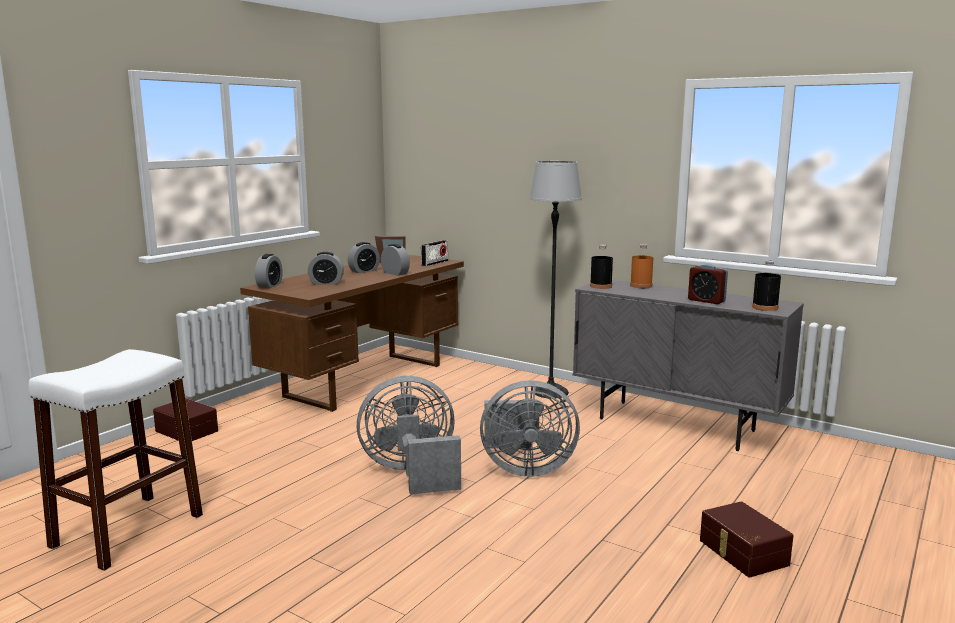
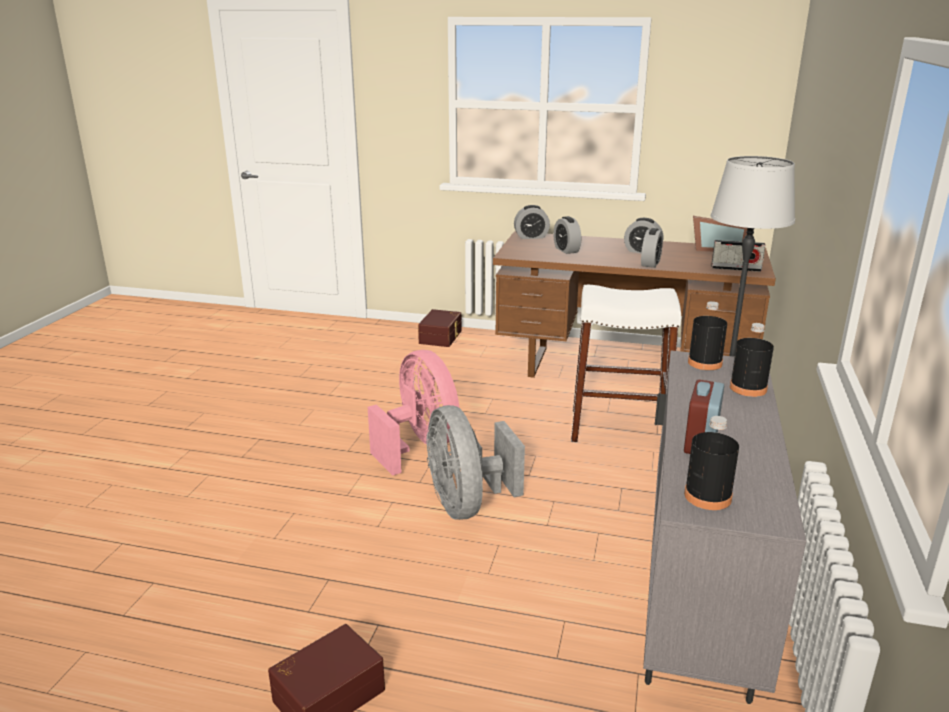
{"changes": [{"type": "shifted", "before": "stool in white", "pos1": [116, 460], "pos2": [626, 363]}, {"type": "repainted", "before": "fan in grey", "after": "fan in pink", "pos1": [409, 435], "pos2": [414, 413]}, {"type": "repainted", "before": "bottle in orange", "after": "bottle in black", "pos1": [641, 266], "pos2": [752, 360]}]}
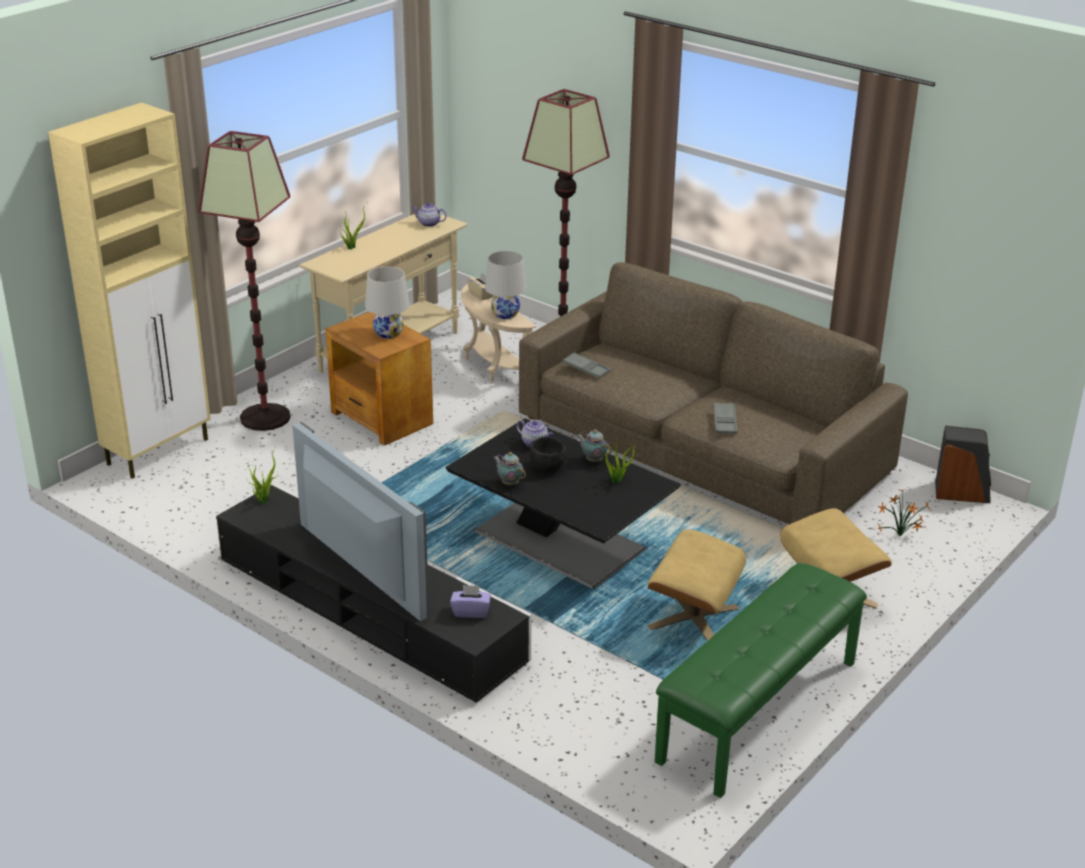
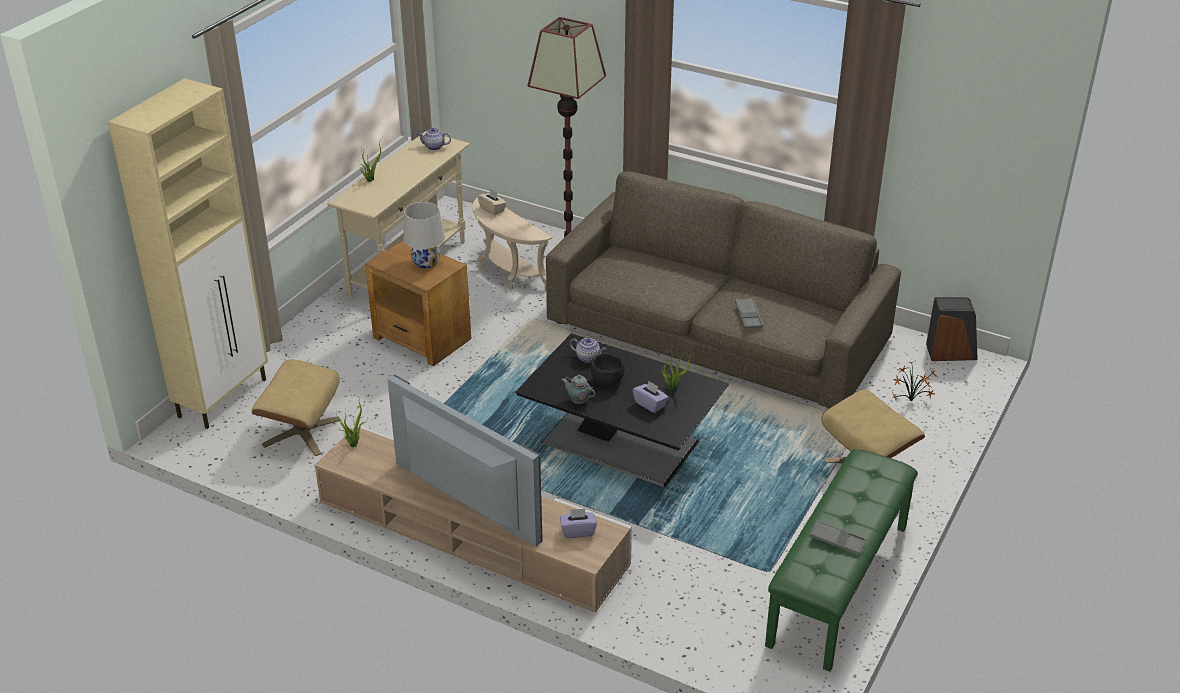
{"changes": [{"type": "gone", "before": "floor lamp", "pos1": [244, 281]}, {"type": "repainted", "before": "tv stand in black", "after": "tv stand in beige", "pos1": [374, 593], "pos2": [473, 519]}, {"type": "gone", "before": "table lamp in white", "pos1": [506, 285]}, {"type": "shifted", "before": "tray in grey", "pos1": [586, 365], "pos2": [837, 537]}, {"type": "gone", "before": "teapot", "pos1": [594, 445]}, {"type": "shifted", "before": "ottoman in beige", "pos1": [696, 585], "pos2": [296, 407]}, {"type": "new", "after": "tissue box in purple", "pos2": [651, 397]}]}
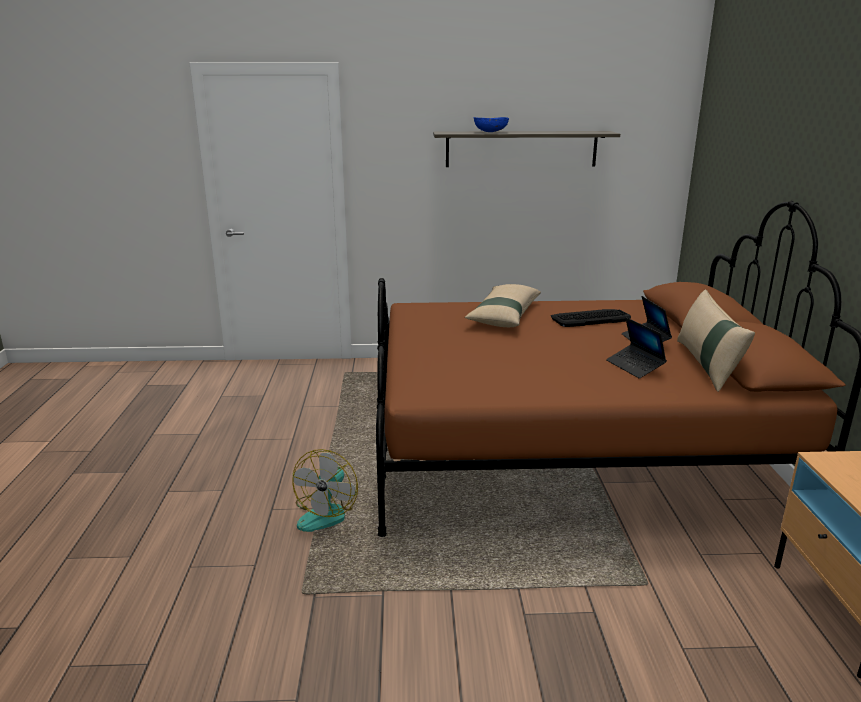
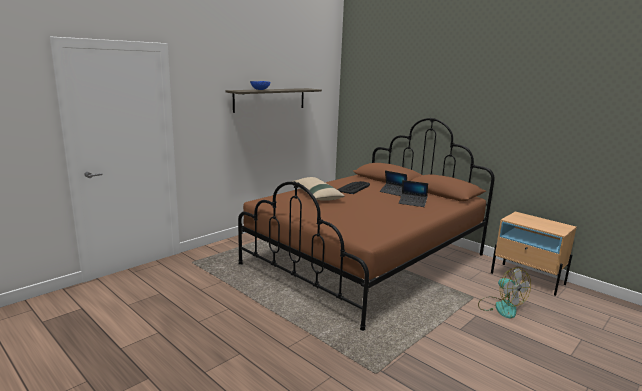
{"changes": [{"type": "shifted", "before": "fan", "pos1": [325, 490], "pos2": [504, 292]}, {"type": "gone", "before": "pillow in beige", "pos1": [716, 340]}]}
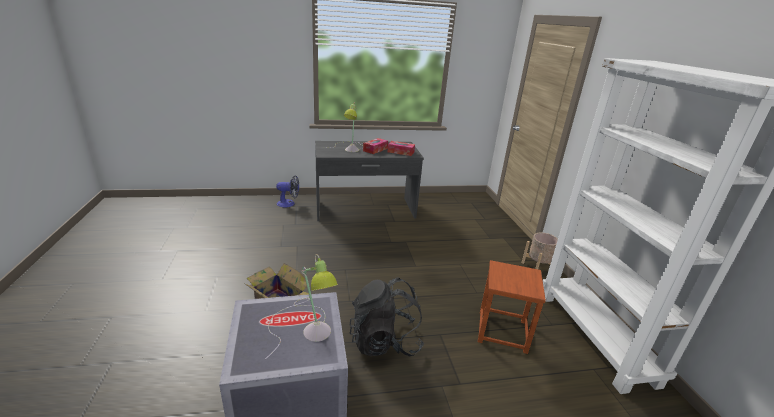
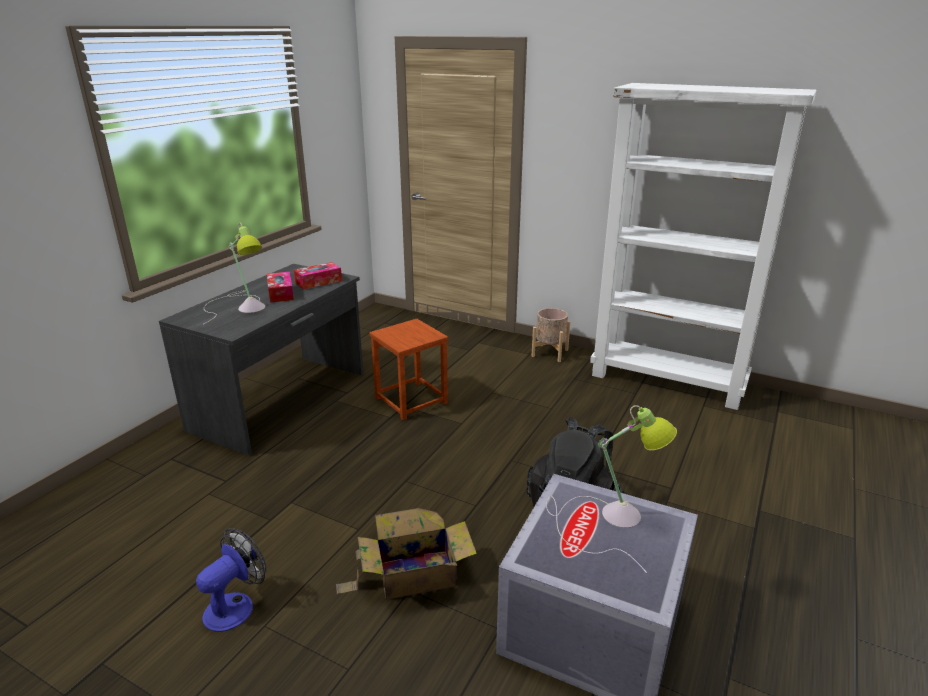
{"changes": [{"type": "shifted", "before": "fan", "pos1": [287, 191], "pos2": [231, 580]}, {"type": "shifted", "before": "stool in brown", "pos1": [512, 307], "pos2": [408, 369]}]}
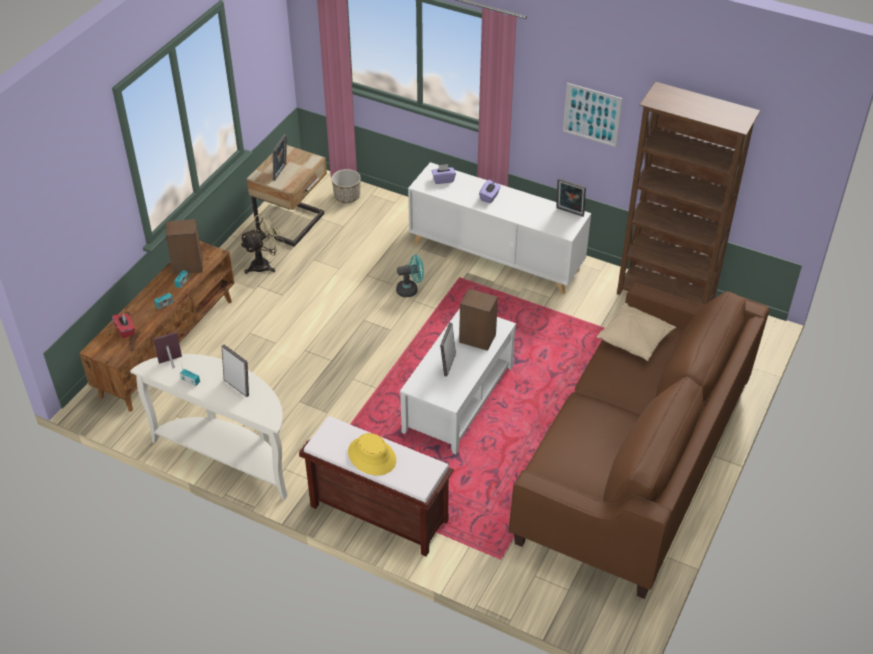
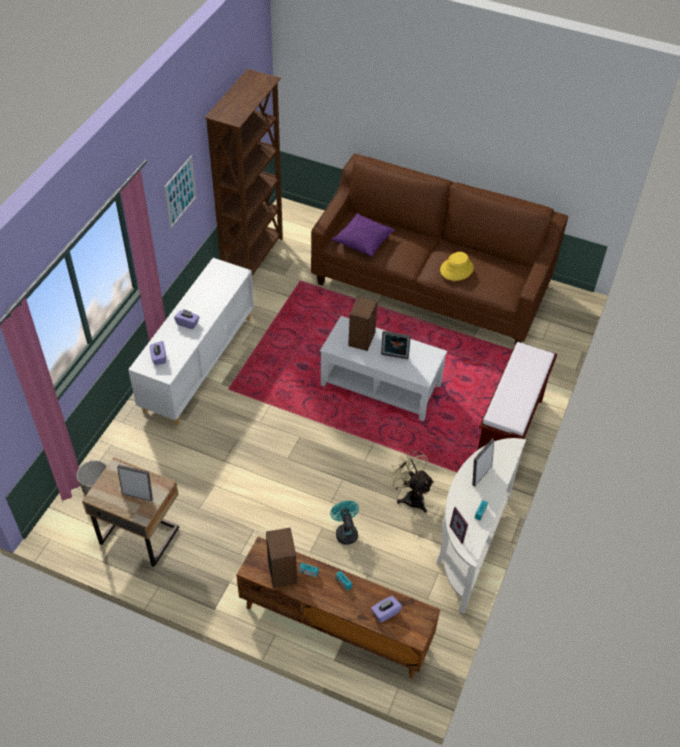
{"changes": [{"type": "repainted", "before": "tissue box in red", "after": "tissue box in purple", "pos1": [123, 325], "pos2": [386, 609]}, {"type": "shifted", "before": "fan in beige", "pos1": [262, 243], "pos2": [410, 481]}, {"type": "shifted", "before": "hat in yellow", "pos1": [372, 454], "pos2": [457, 266]}, {"type": "shifted", "before": "fan in turquoise", "pos1": [410, 276], "pos2": [344, 523]}, {"type": "gone", "before": "picture frame", "pos1": [571, 197]}, {"type": "repainted", "before": "pillow in beige", "after": "pillow in purple", "pos1": [636, 332], "pos2": [363, 234]}]}
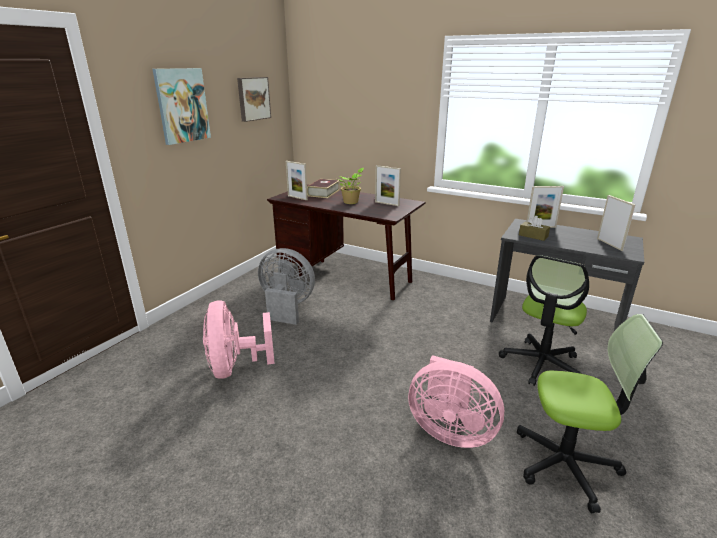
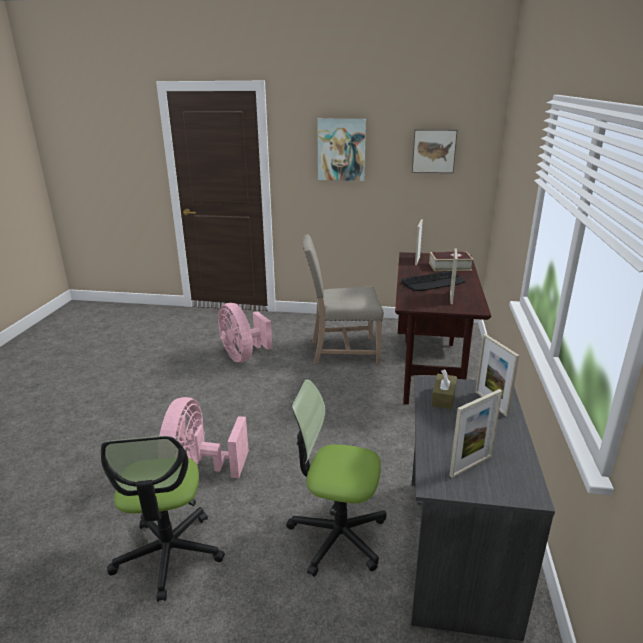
{"changes": [{"type": "rotated", "before": "fan in pink", "pos1": [239, 340], "pos2": [245, 332], "turn": -90}, {"type": "swapped", "before": "fan in grey", "after": "chair in beige", "pos1": [286, 286], "pos2": [343, 299]}, {"type": "swapped", "before": "potted plant", "after": "keyboard", "pos1": [351, 186], "pos2": [433, 281]}]}
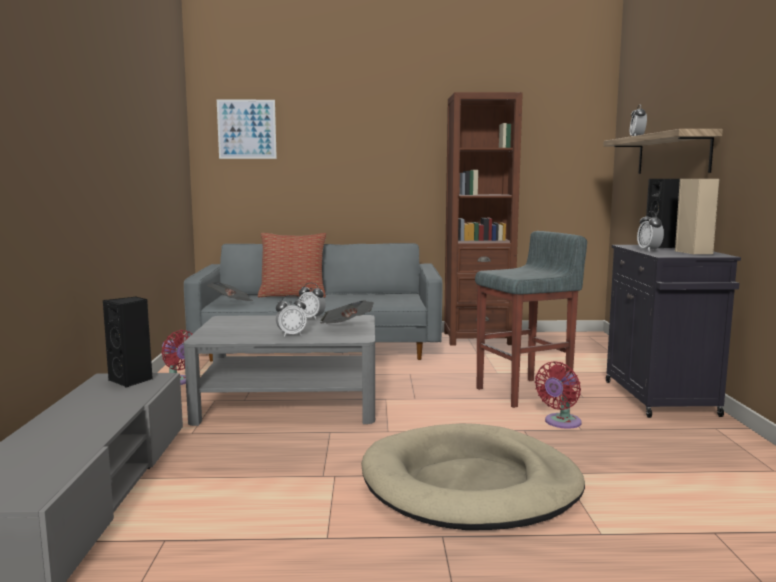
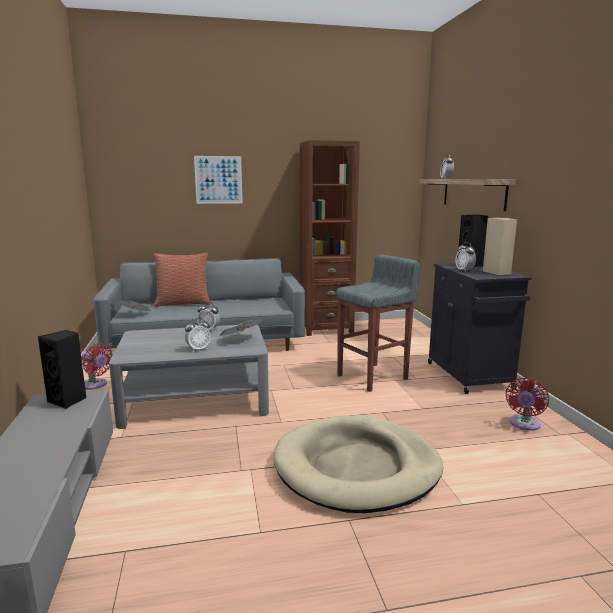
{"changes": [{"type": "shifted", "before": "picture", "pos1": [247, 129], "pos2": [218, 180]}, {"type": "shifted", "before": "fan in red", "pos1": [558, 395], "pos2": [527, 404]}]}
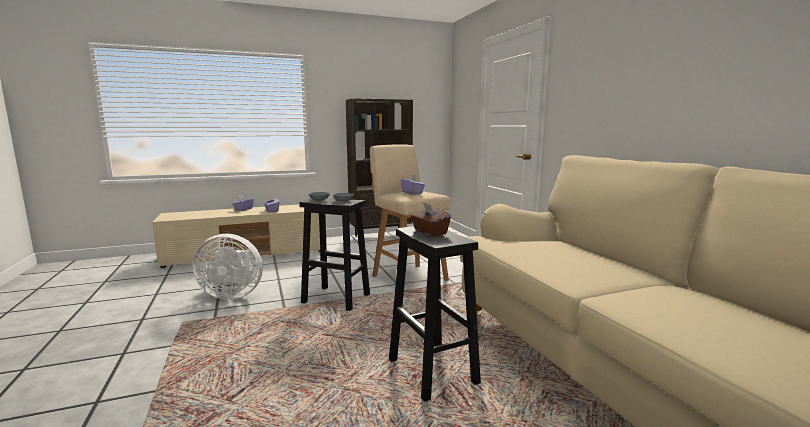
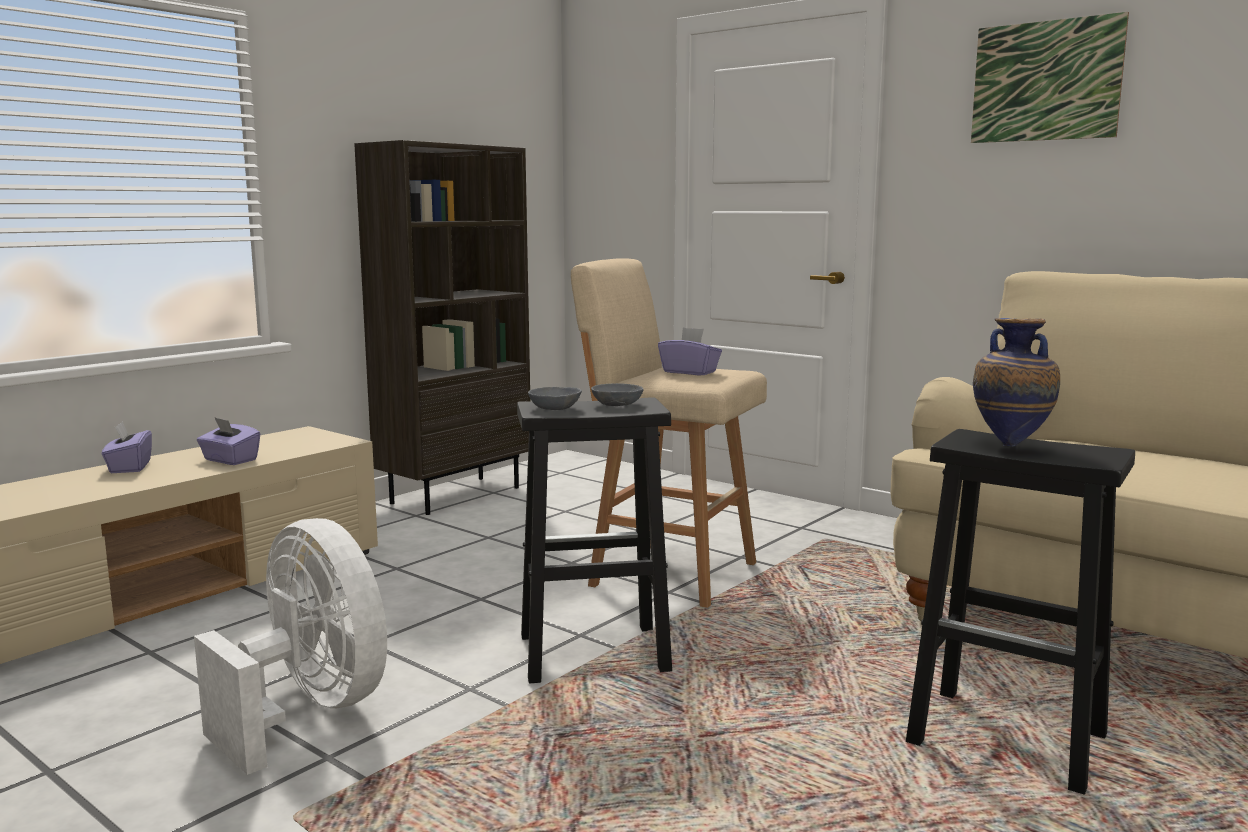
{"changes": [{"type": "rotated", "before": "fan in white", "pos1": [228, 267], "pos2": [290, 646], "turn": -105}, {"type": "swapped", "before": "tissue box in brown", "after": "vase", "pos1": [431, 219], "pos2": [1016, 382]}, {"type": "new", "after": "picture", "pos2": [1050, 77]}]}
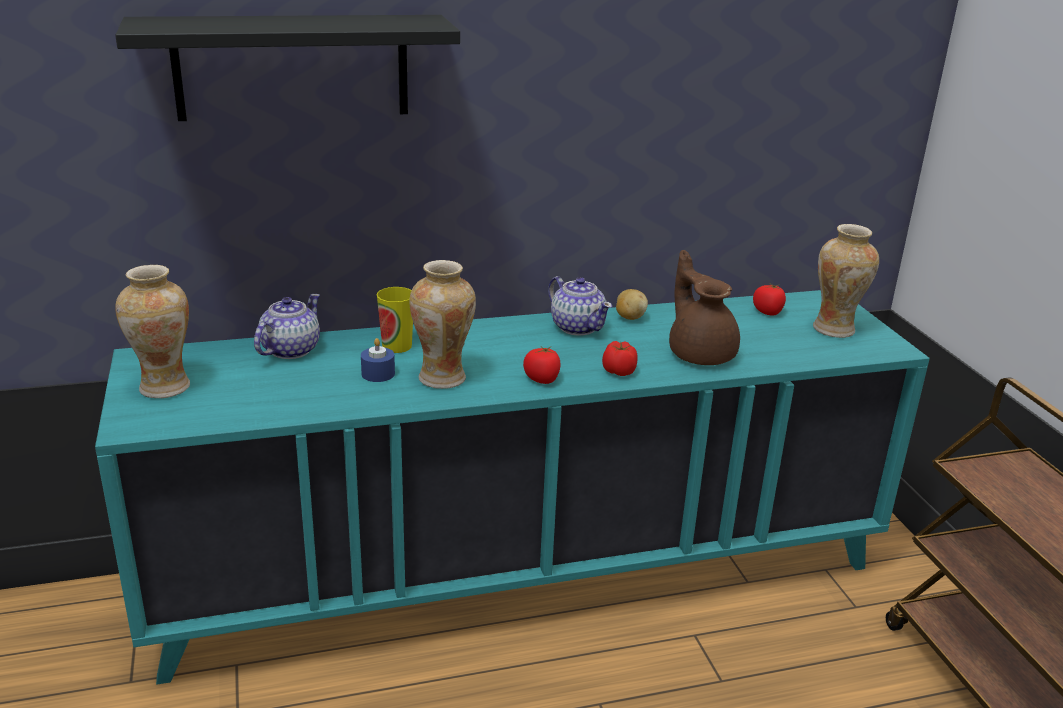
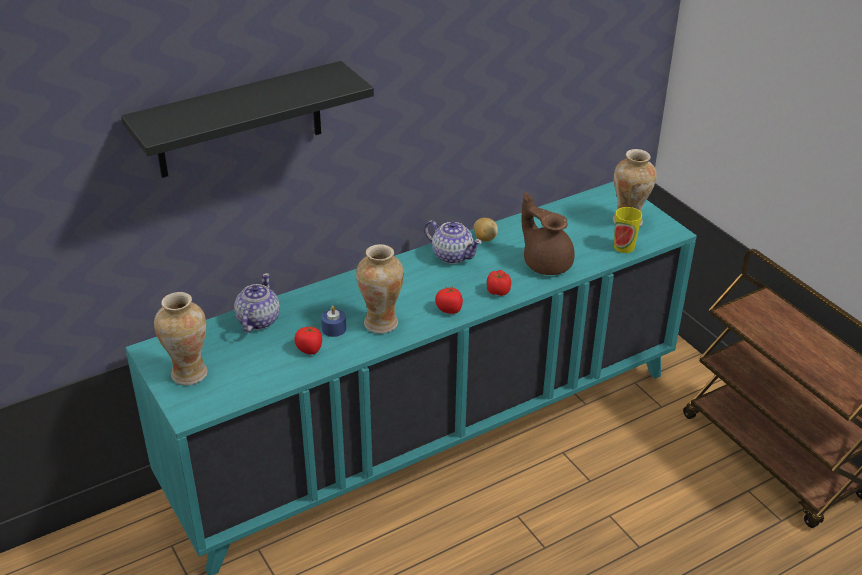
{"changes": [{"type": "shifted", "before": "cup", "pos1": [395, 320], "pos2": [628, 230]}, {"type": "shifted", "before": "tomato", "pos1": [769, 300], "pos2": [308, 340]}]}
